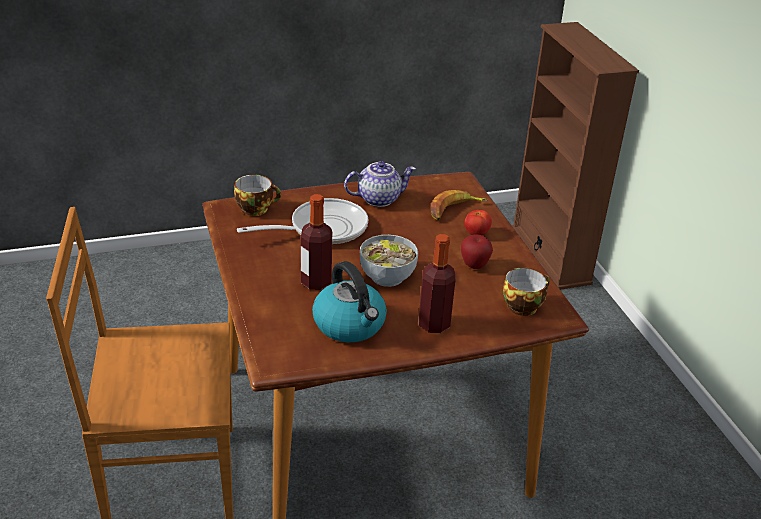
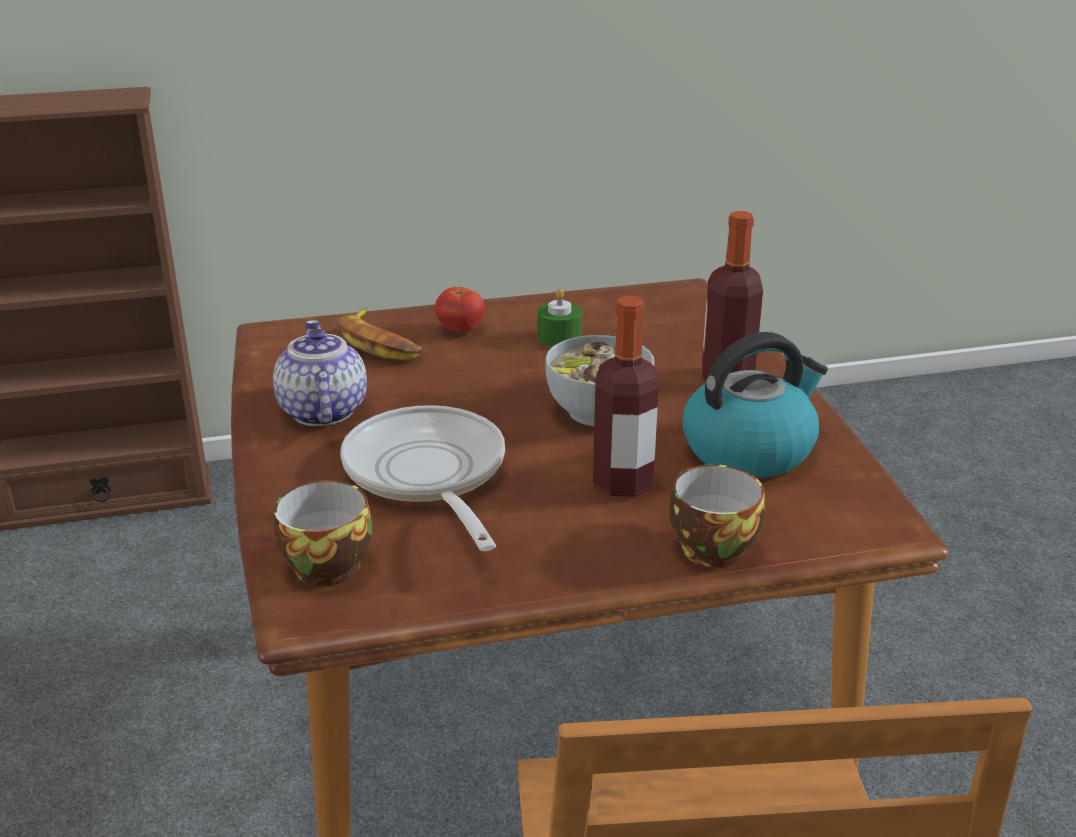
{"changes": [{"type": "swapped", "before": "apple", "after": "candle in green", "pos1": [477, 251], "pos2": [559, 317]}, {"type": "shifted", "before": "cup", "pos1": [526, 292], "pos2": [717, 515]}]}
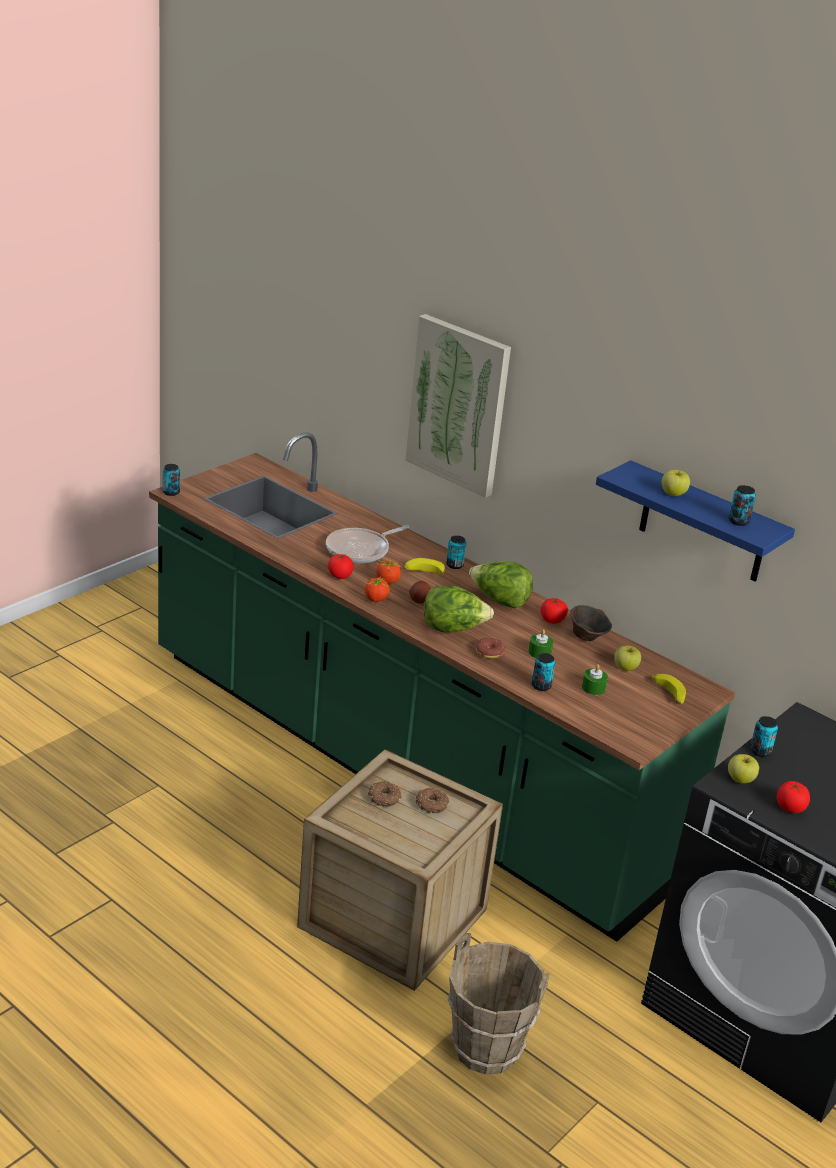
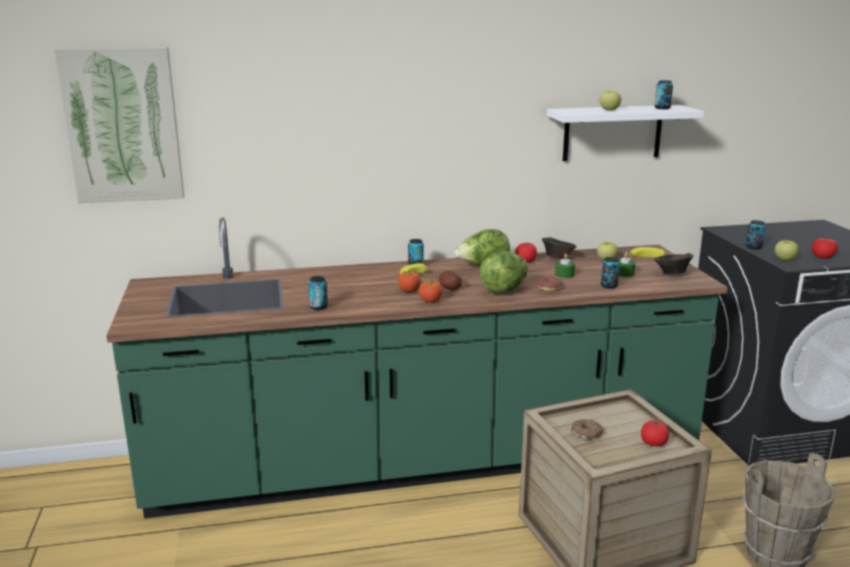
{"changes": [{"type": "shifted", "before": "can", "pos1": [171, 480], "pos2": [318, 293]}, {"type": "gone", "before": "frying pan", "pos1": [368, 544]}, {"type": "shifted", "before": "tomato", "pos1": [341, 566], "pos2": [655, 433]}, {"type": "shifted", "before": "picture", "pos1": [458, 406], "pos2": [119, 125]}, {"type": "gone", "before": "donut", "pos1": [432, 800]}, {"type": "repainted", "before": "shelf in blue", "after": "shelf in white", "pos1": [695, 521], "pos2": [625, 133]}, {"type": "new", "after": "bowl in brown", "pos2": [674, 264]}]}
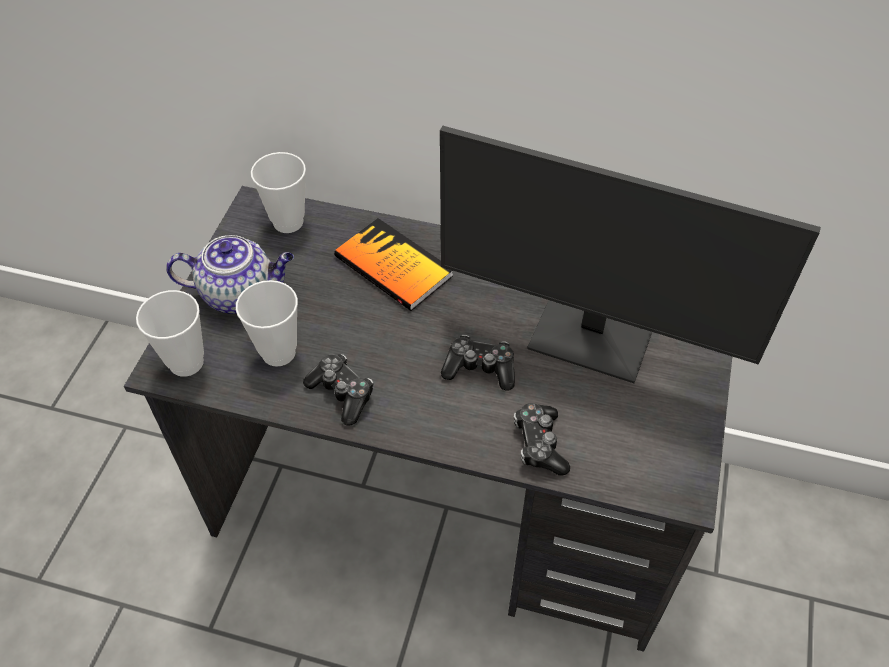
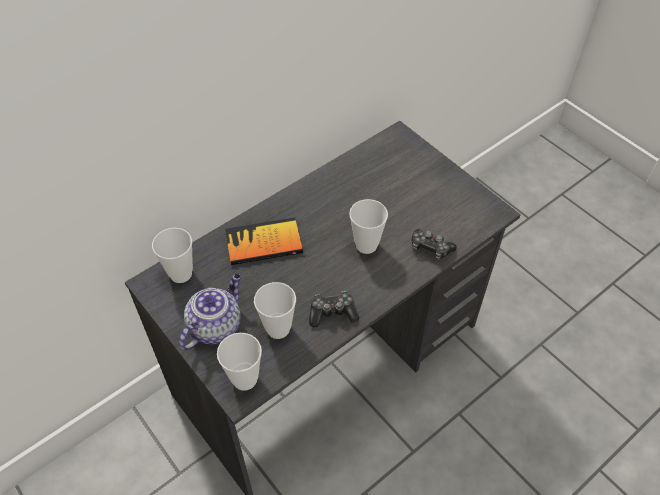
{"changes": [{"type": "gone", "before": "monitor", "pos1": [630, 254]}, {"type": "swapped", "before": "game controller", "after": "cup", "pos1": [478, 362], "pos2": [368, 226]}]}
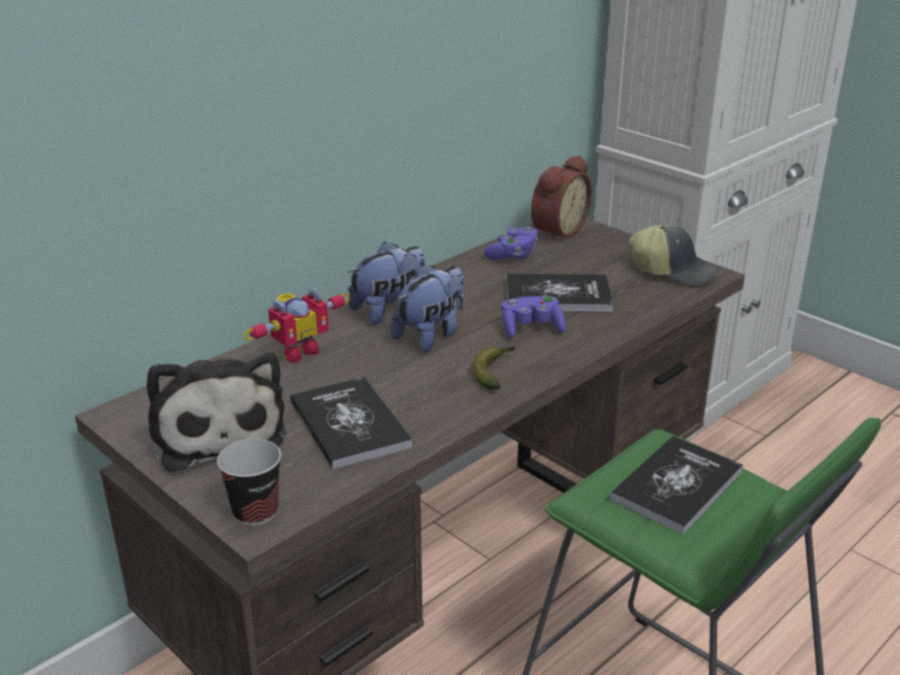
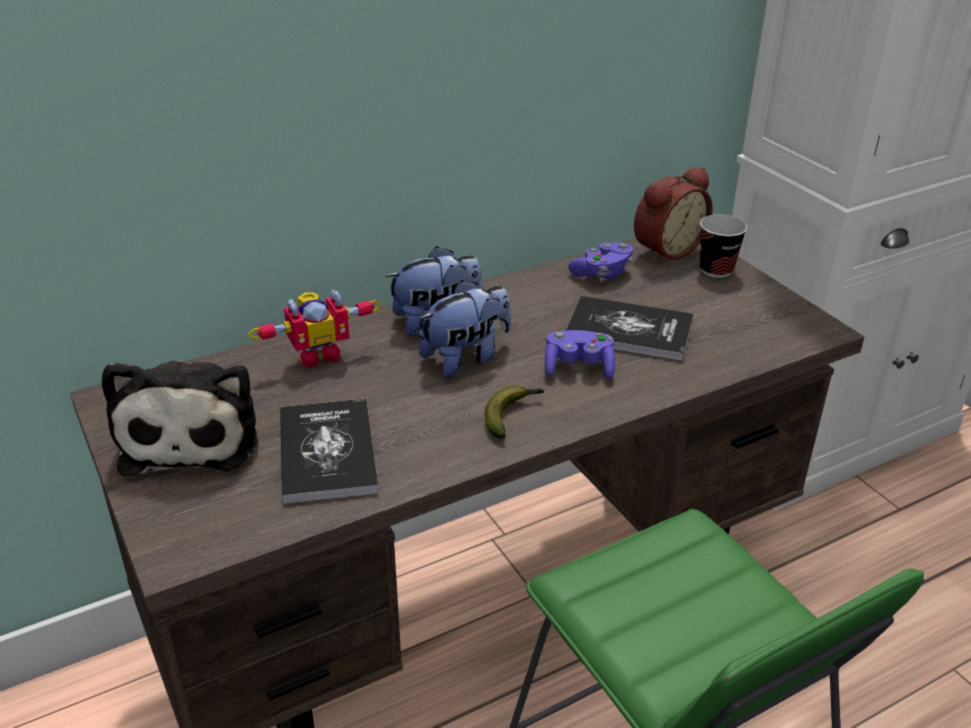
{"changes": [{"type": "shifted", "before": "cup", "pos1": [249, 482], "pos2": [723, 246]}, {"type": "gone", "before": "book", "pos1": [676, 485]}, {"type": "gone", "before": "cap", "pos1": [674, 256]}]}
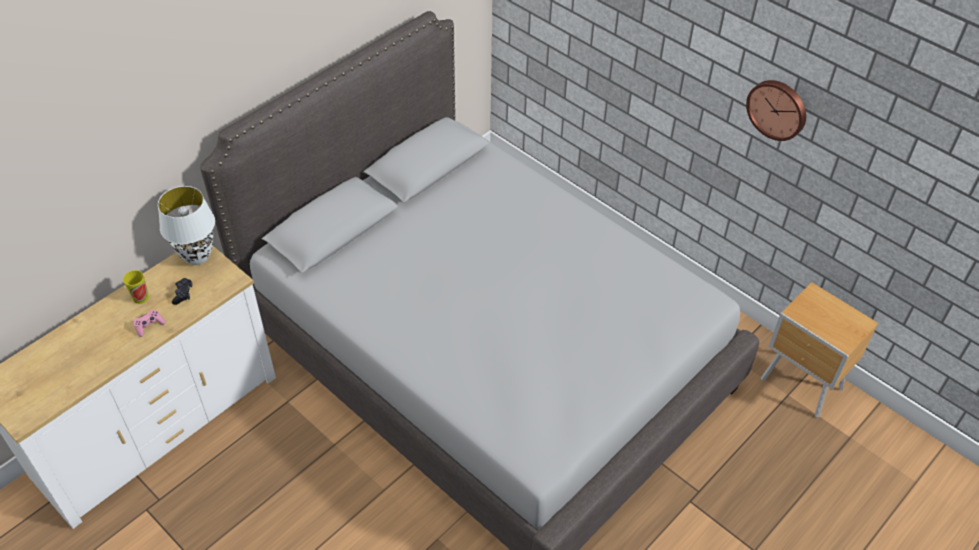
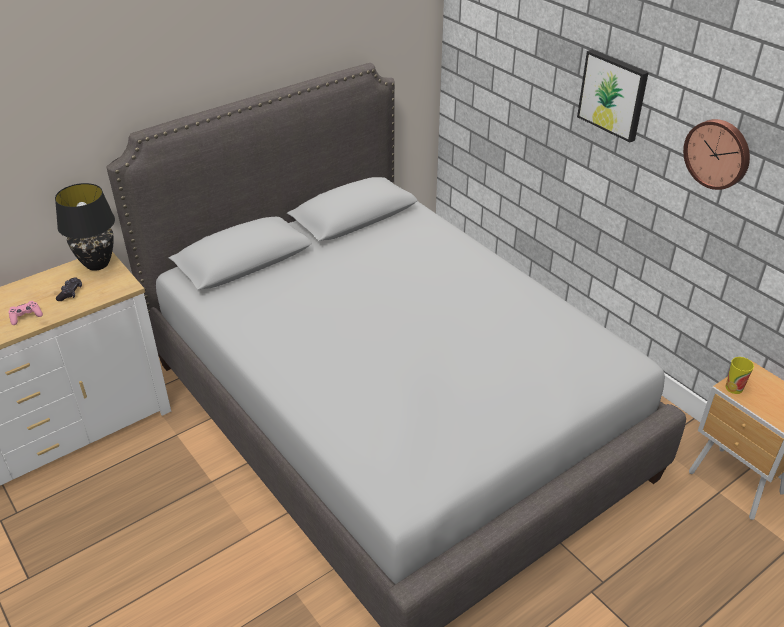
{"changes": [{"type": "shifted", "before": "cup", "pos1": [136, 287], "pos2": [740, 375]}, {"type": "repainted", "before": "table lamp in white", "after": "table lamp in black", "pos1": [186, 225], "pos2": [85, 227]}, {"type": "new", "after": "picture", "pos2": [613, 96]}]}
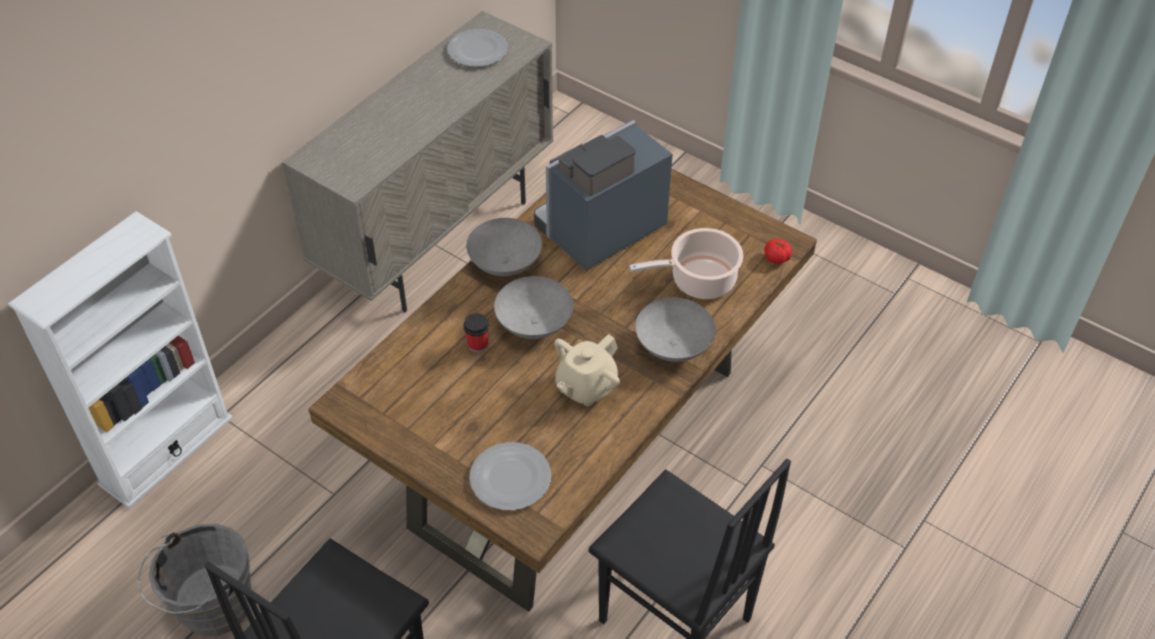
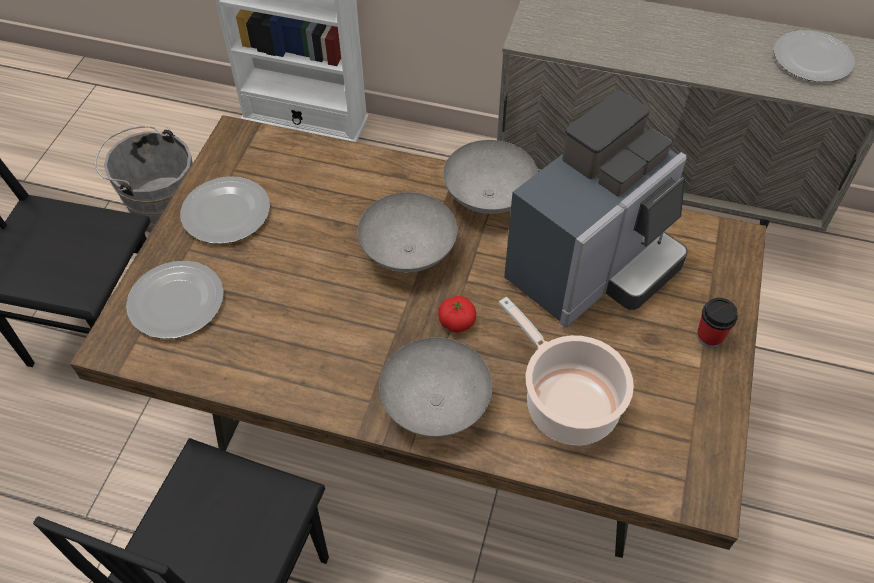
{"changes": [{"type": "shifted", "before": "cup", "pos1": [476, 333], "pos2": [717, 323]}, {"type": "rotated", "before": "coffee machine", "pos1": [603, 195], "pos2": [596, 208], "turn": 105}, {"type": "gone", "before": "teapot in beige", "pos1": [587, 370]}, {"type": "shifted", "before": "tomato", "pos1": [778, 251], "pos2": [457, 314]}, {"type": "new", "after": "plate", "pos2": [225, 210]}]}
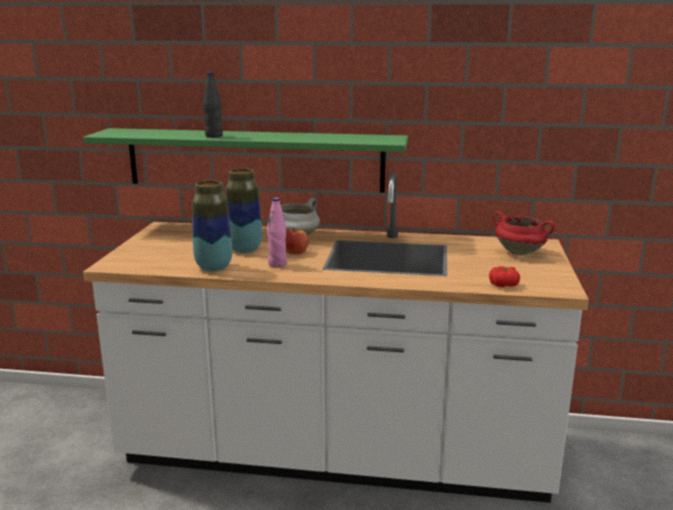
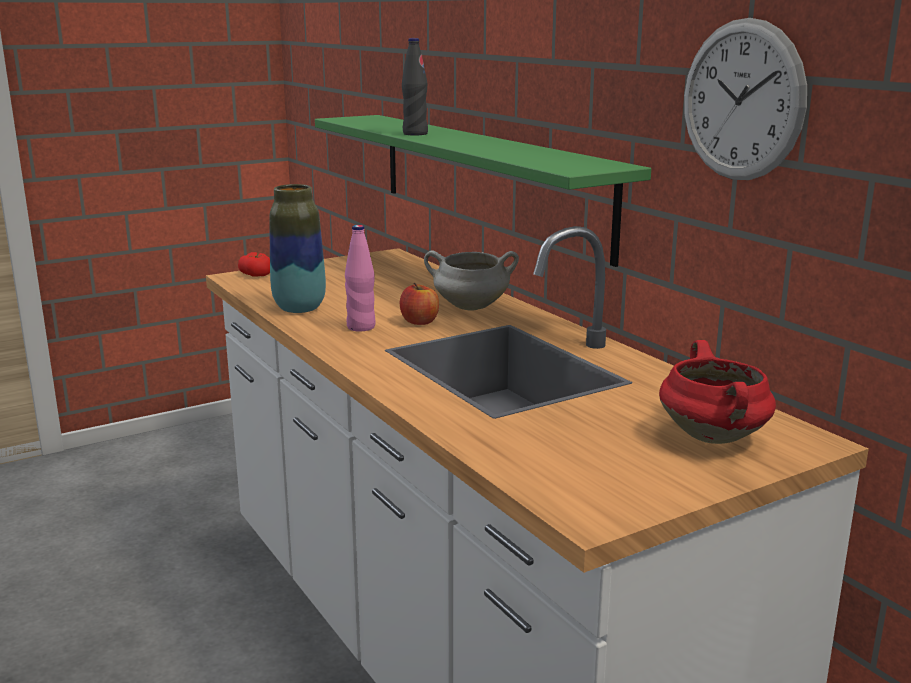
{"changes": [{"type": "gone", "before": "vase", "pos1": [244, 210]}, {"type": "shifted", "before": "tomato", "pos1": [504, 276], "pos2": [254, 264]}, {"type": "new", "after": "wall clock", "pos2": [745, 99]}]}
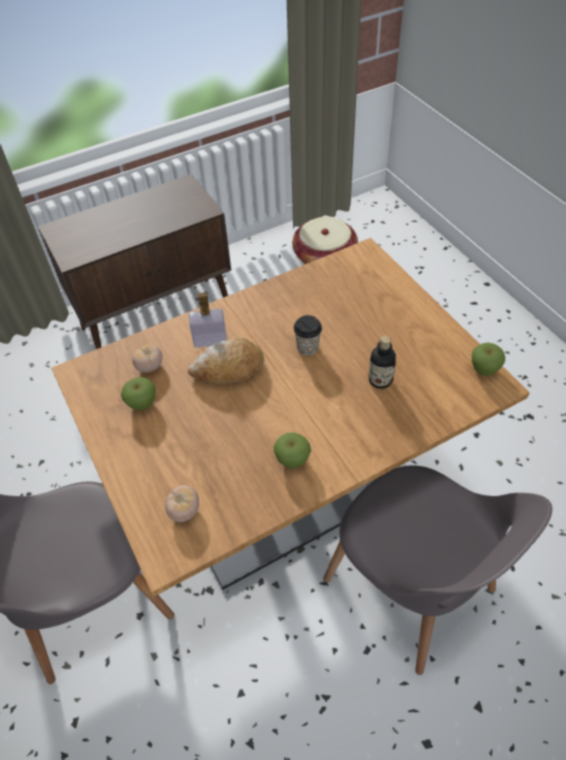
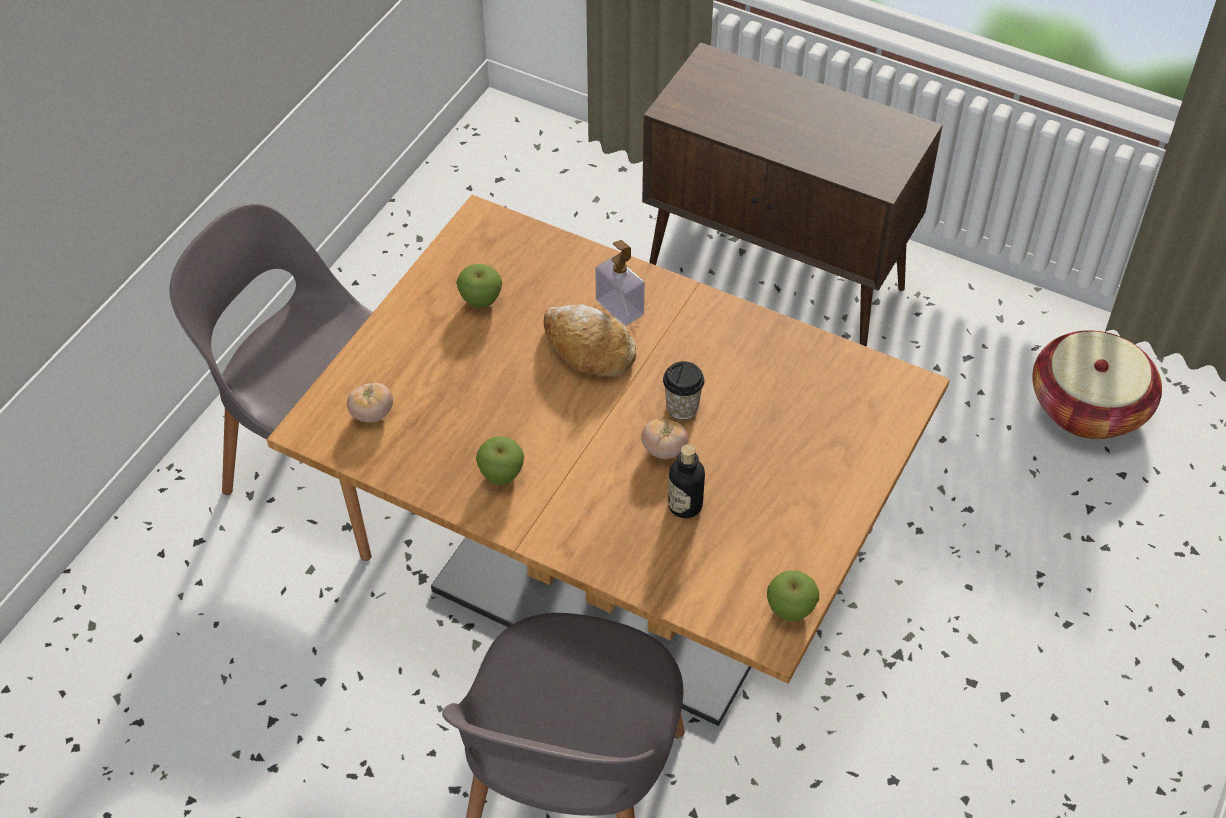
{"changes": [{"type": "shifted", "before": "tomato", "pos1": [147, 358], "pos2": [664, 439]}]}
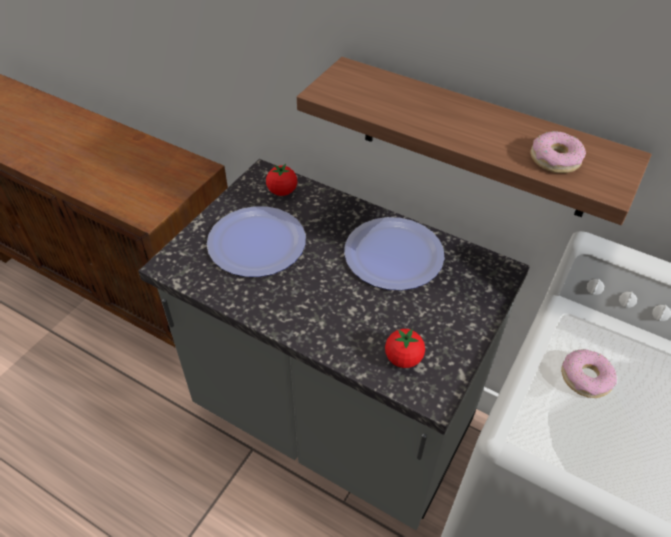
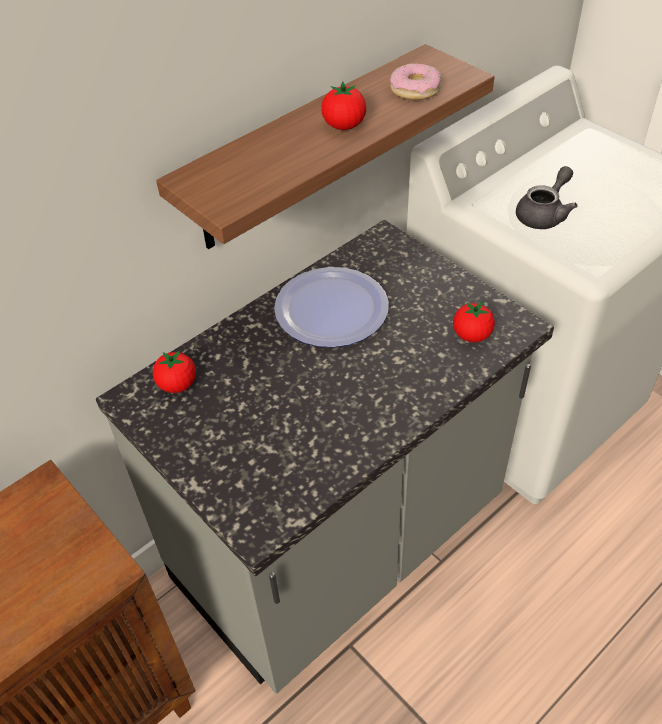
{"changes": [{"type": "gone", "before": "plate", "pos1": [256, 241]}, {"type": "swapped", "before": "donut", "after": "teapot in grey", "pos1": [589, 373], "pos2": [547, 197]}, {"type": "new", "after": "tomato", "pos2": [344, 105]}]}
